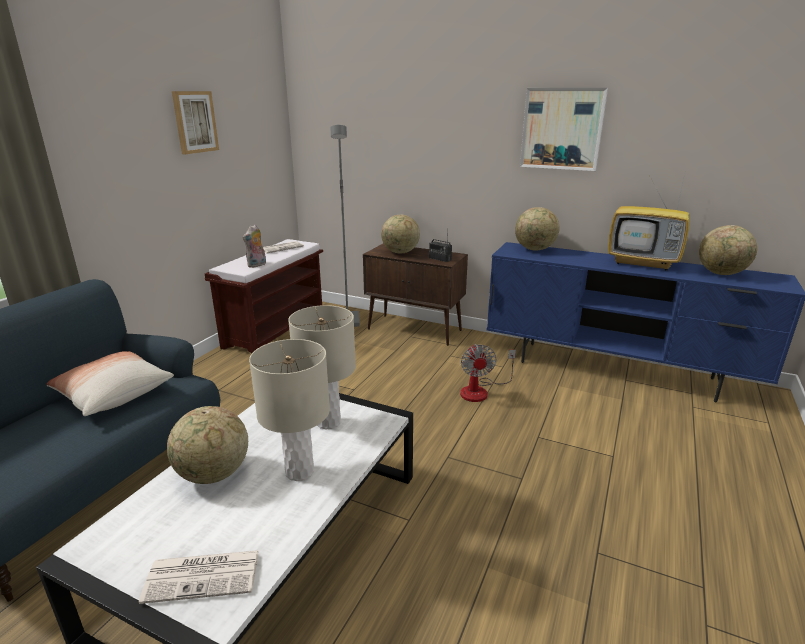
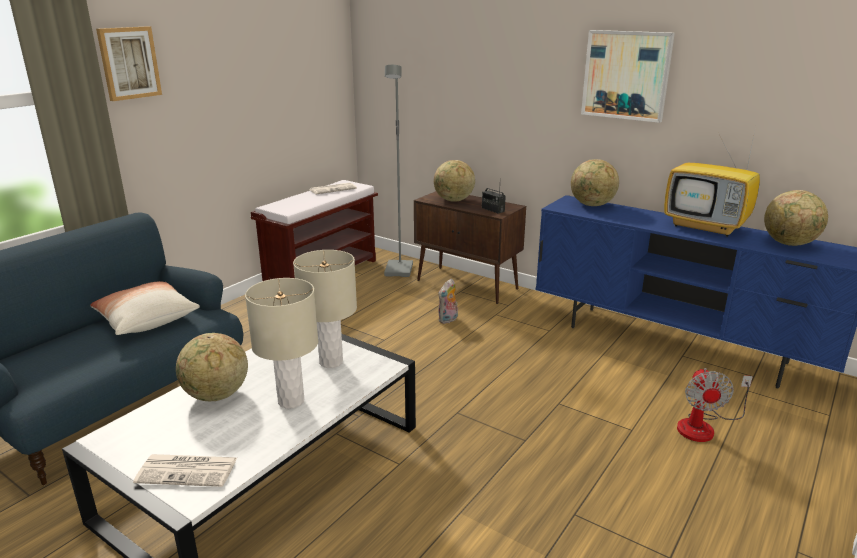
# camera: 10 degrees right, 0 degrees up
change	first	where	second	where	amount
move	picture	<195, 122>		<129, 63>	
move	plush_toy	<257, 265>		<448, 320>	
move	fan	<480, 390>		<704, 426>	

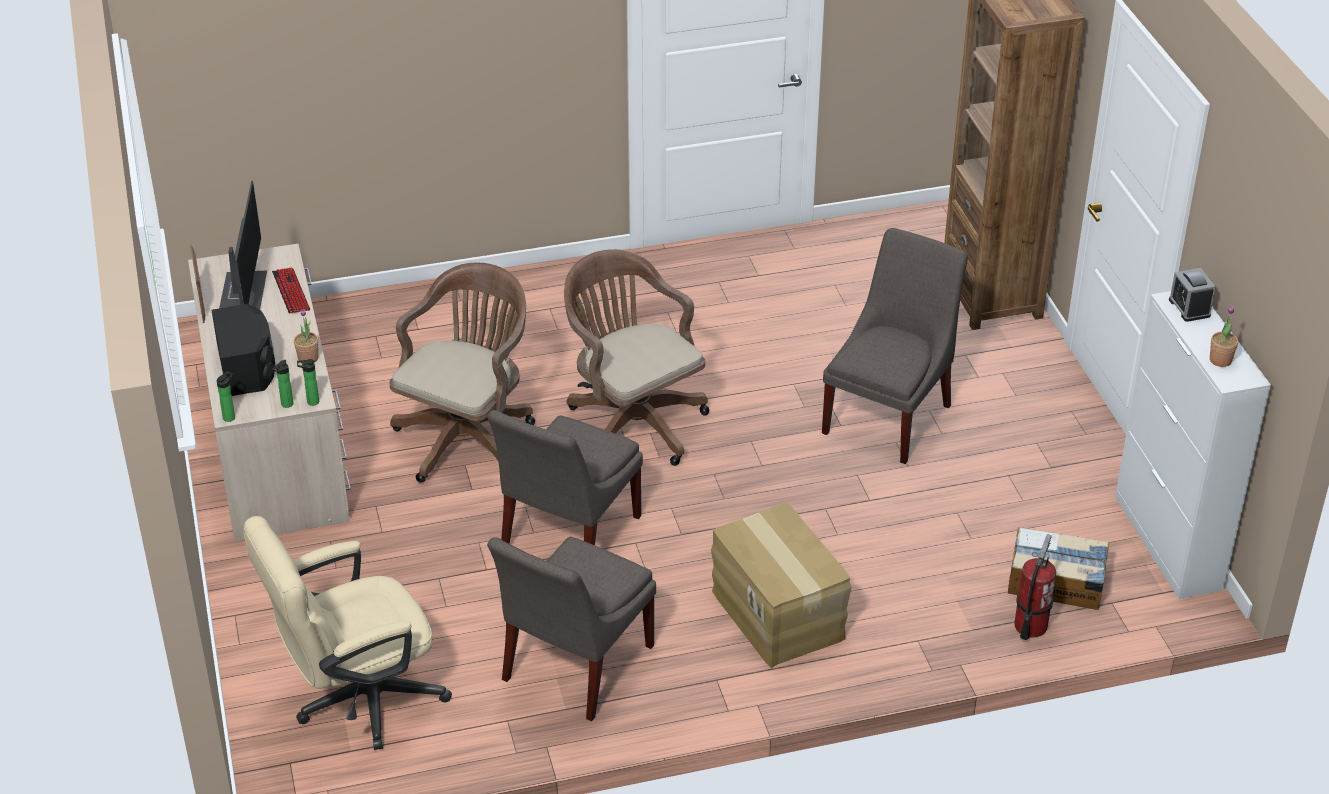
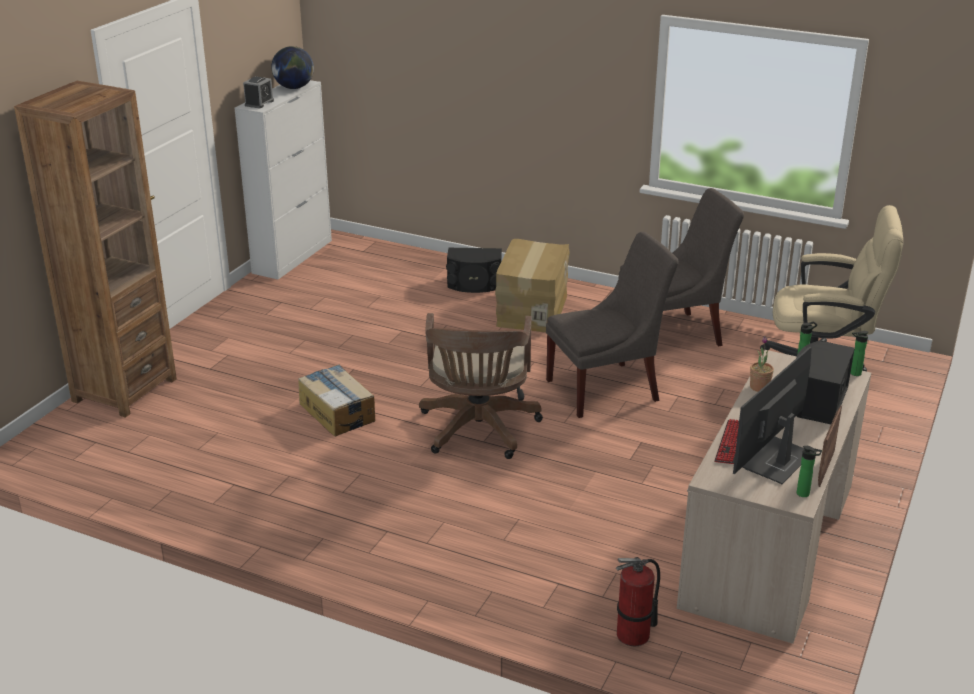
# camera: 140 degrees left, 10 degrees down
change	first	where	second	where	amount
replace	potted_plant	<1220, 360>	globe	<294, 88>	
move	cardboard_box	<1057, 582>		<337, 412>	
insert			black_speaker	<474, 284>	
move	fire_extinguisher	<1030, 626>		<633, 635>	
move	bottle	<311, 402>		<805, 494>	
delete	brown_office_chair	<468, 436>			
delete	grey_chair	<890, 415>			

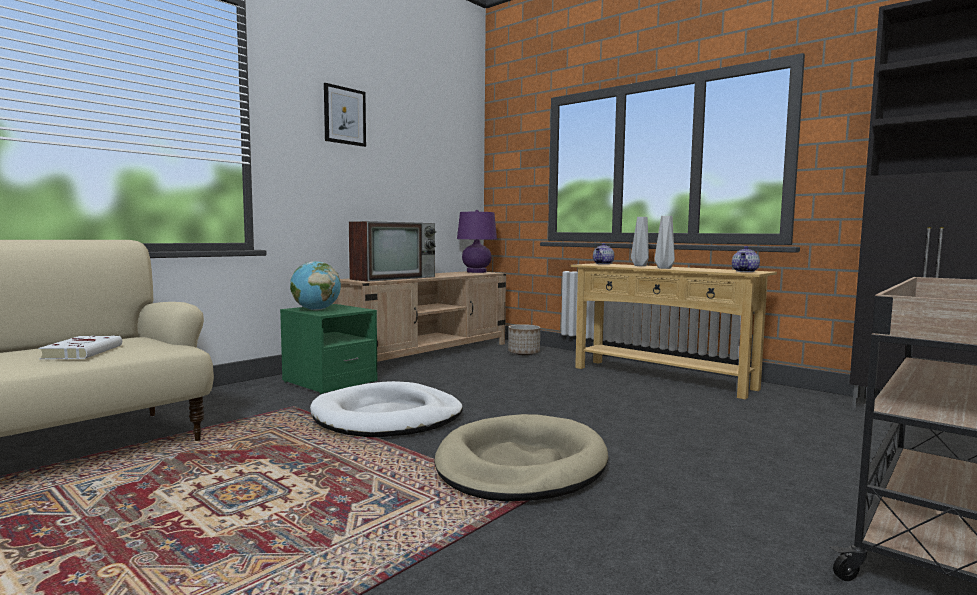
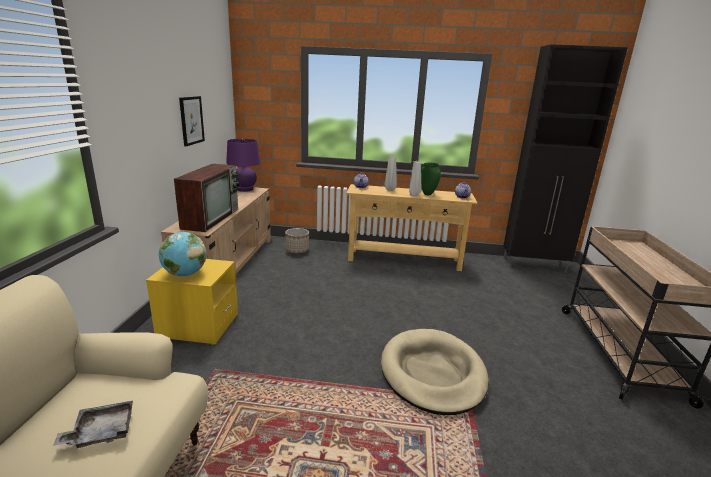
# camera: 35 degrees left, 15 degrees up
change	first	where	second	where	amount
replace	white_book	<83, 352>	grey_tray	<101, 432>	
recolor	green_nightstand	<329, 382>	yellow_nightstand	<198, 326>	
move	picture	<344, 116>		<191, 120>	
insert			green_vase	<427, 194>	
delete	white_dog_bed	<388, 417>			

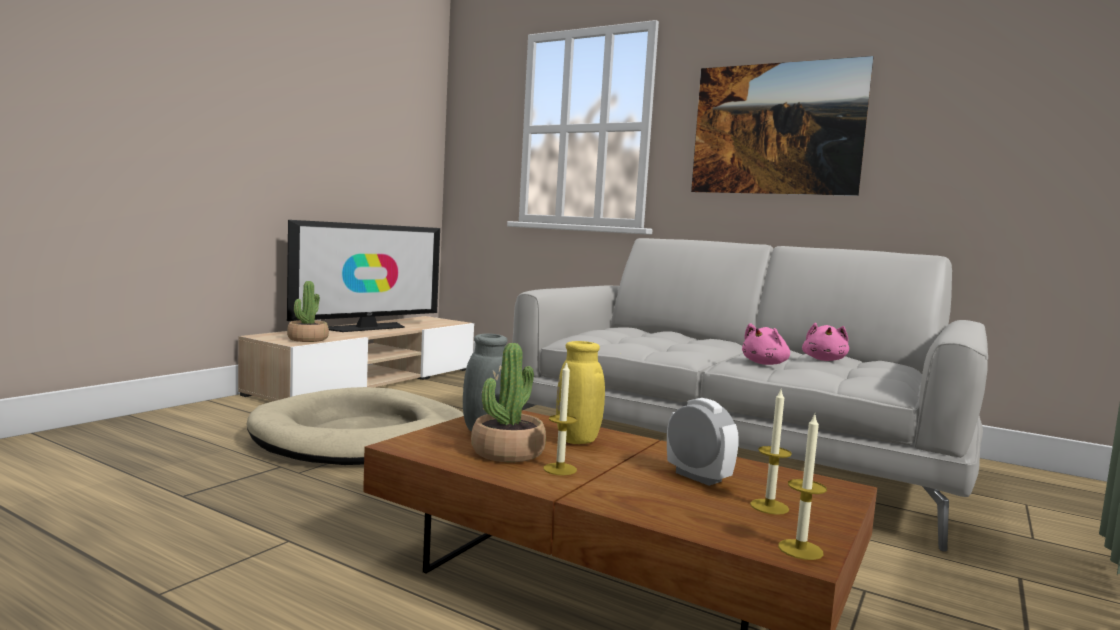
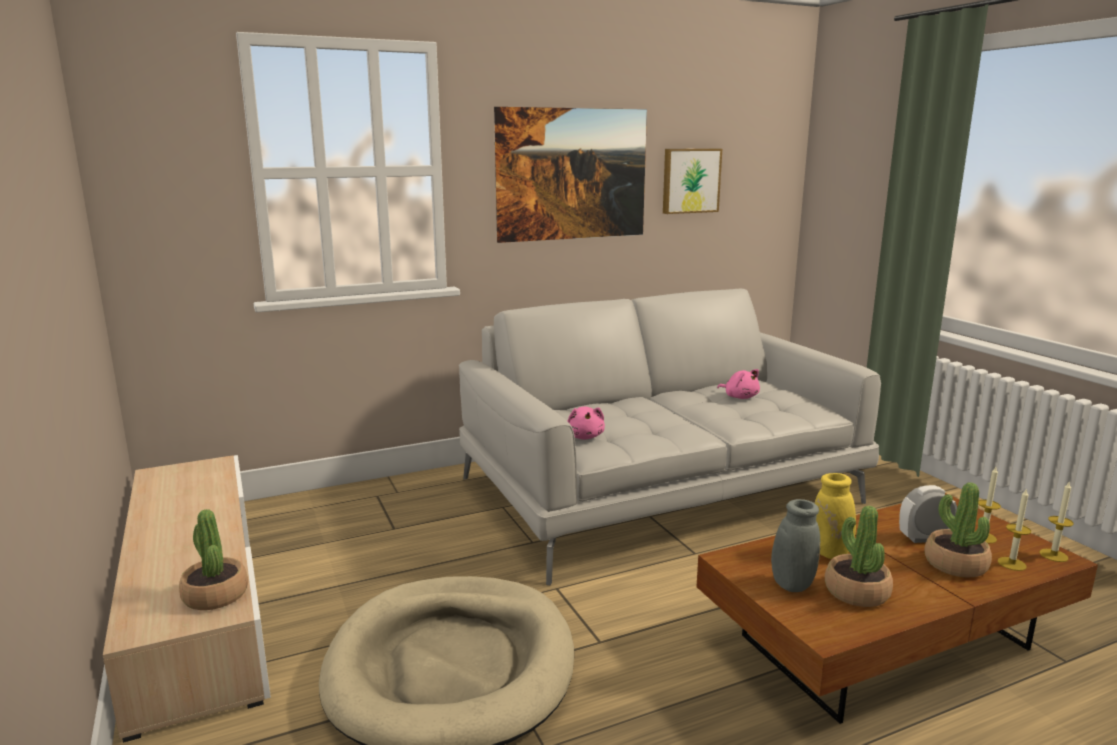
# camera: 55 degrees left, 10 degrees up
change	first	where	second	where	amount
move	pink_plush_toy	<766, 364>		<584, 436>	
insert			picture	<690, 180>	
insert			potted_plant	<955, 564>	
move	candle	<560, 469>		<1011, 564>	
delete	television	<366, 328>			

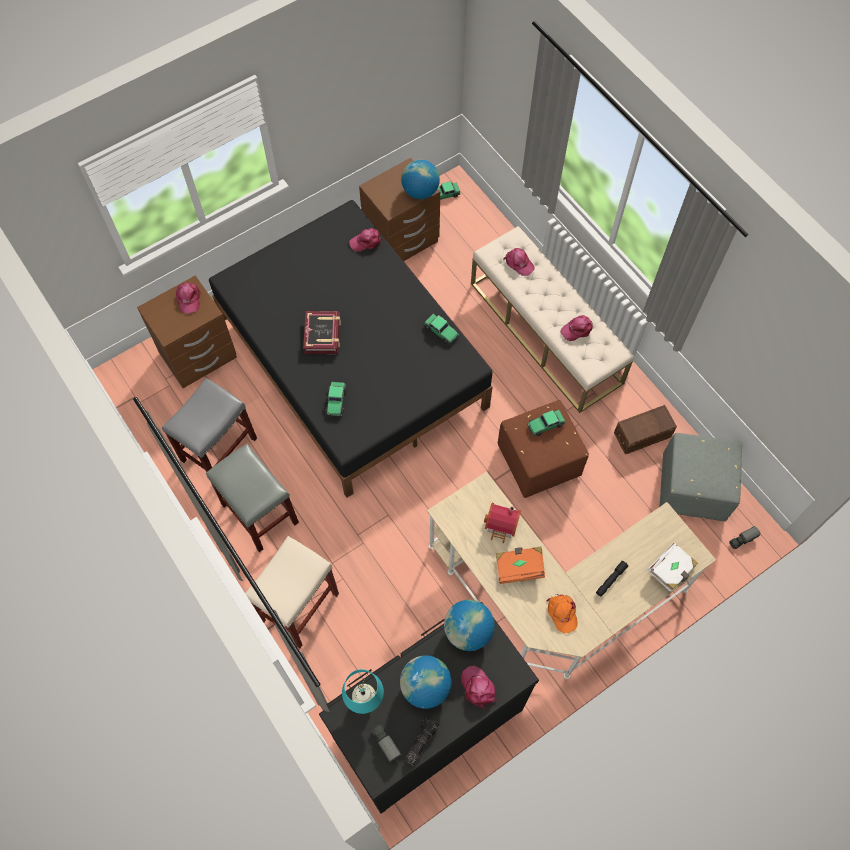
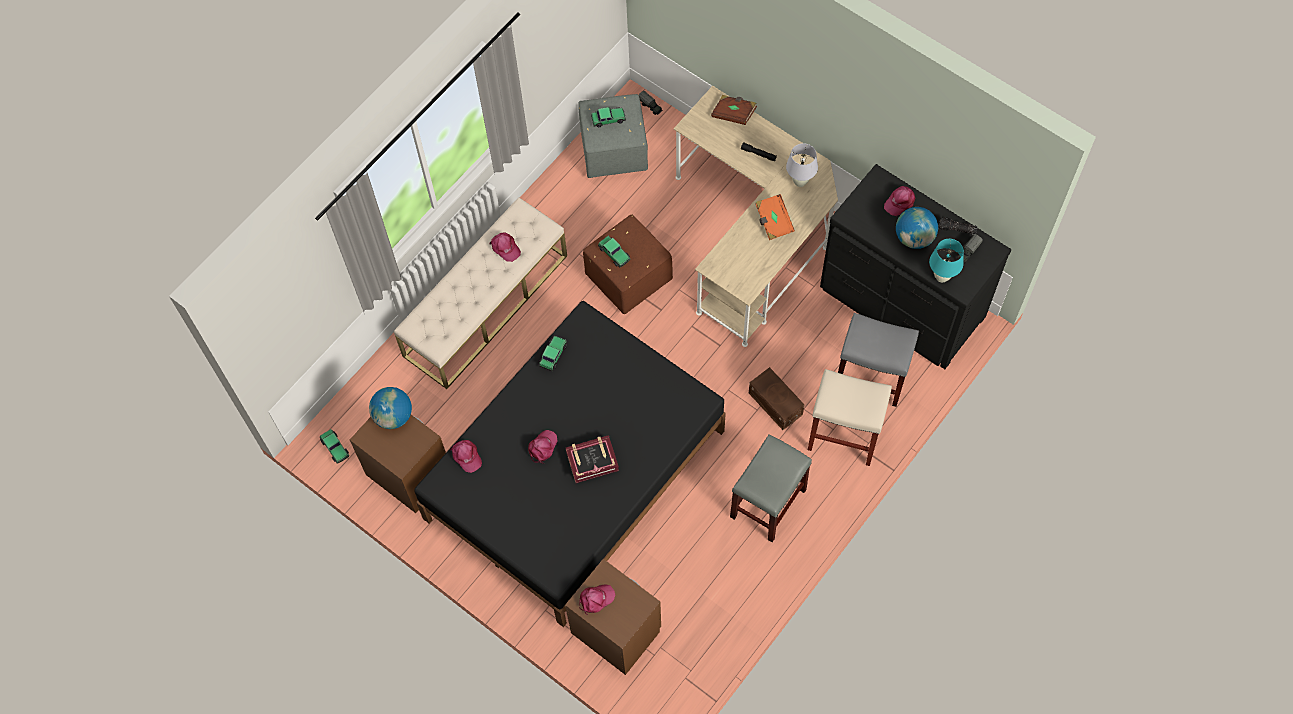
# camera: 105 degrees left, 0 degrees up
change	first	where	second	where	amount
move	pink_cap	<518, 263>		<542, 447>	
move	toy_car	<336, 401>		<608, 119>	
recolor	white_book	<671, 570>	brown_book	<734, 114>	
move	brown_storage_box	<643, 435>		<775, 403>	
replace	orange_cap	<562, 613>	white_table_lamp	<800, 182>	
move	grey_stool	<219, 448>		<870, 377>	
delete	globe	<468, 631>			
delete	toy_house	<502, 526>			

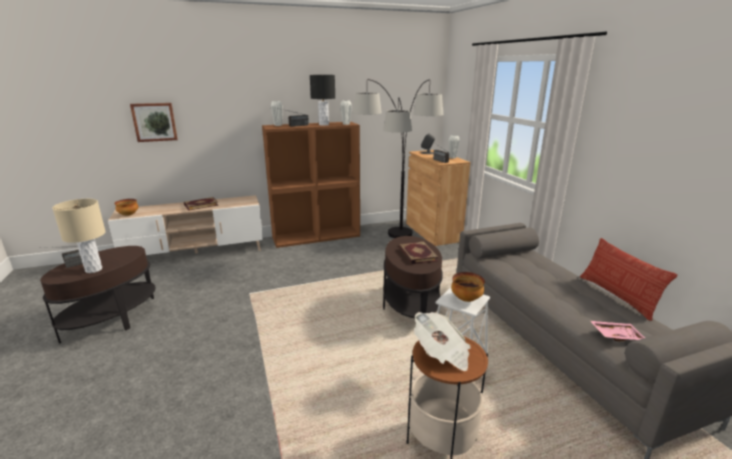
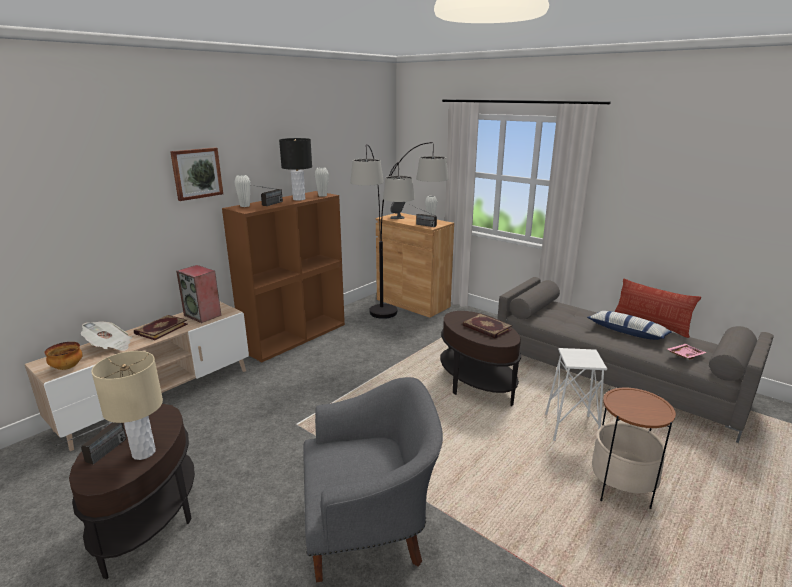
# camera: 30 degrees left, 0 degrees up
change	first	where	second	where	amount
move	newspaper	<442, 353>		<110, 346>	
move	picture	<154, 122>		<196, 173>	
insert			speaker	<203, 315>	
insert			grey_armchair	<369, 528>	
insert			pillow	<627, 332>	
delete	bowl	<466, 299>			

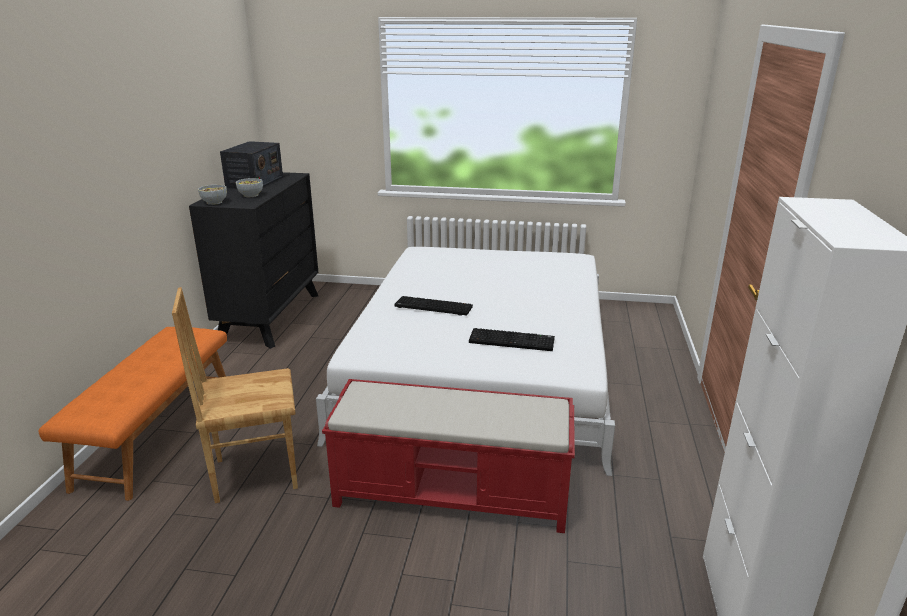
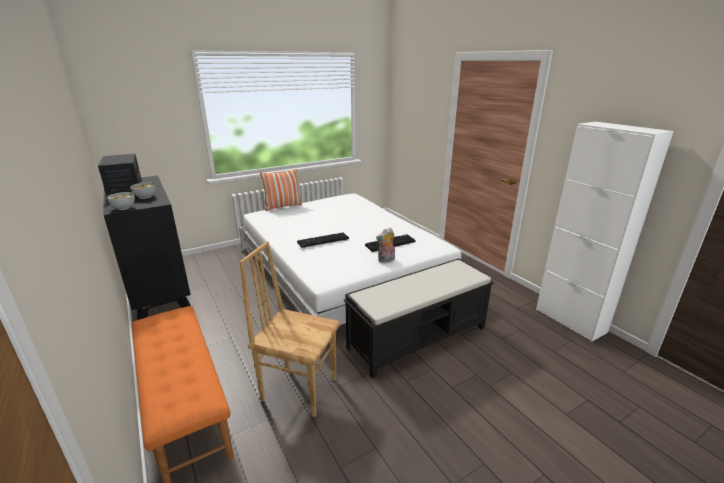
# camera: 40 degrees left, 0 degrees up
change	first	where	second	where	amount
rotate	brown_chair	<255, 473>		<299, 388>	75 degrees clockwise
insert			pillow	<283, 206>	
recolor	red_bench	<453, 493>	black_bench	<418, 337>	
insert			plush_toy	<386, 260>	

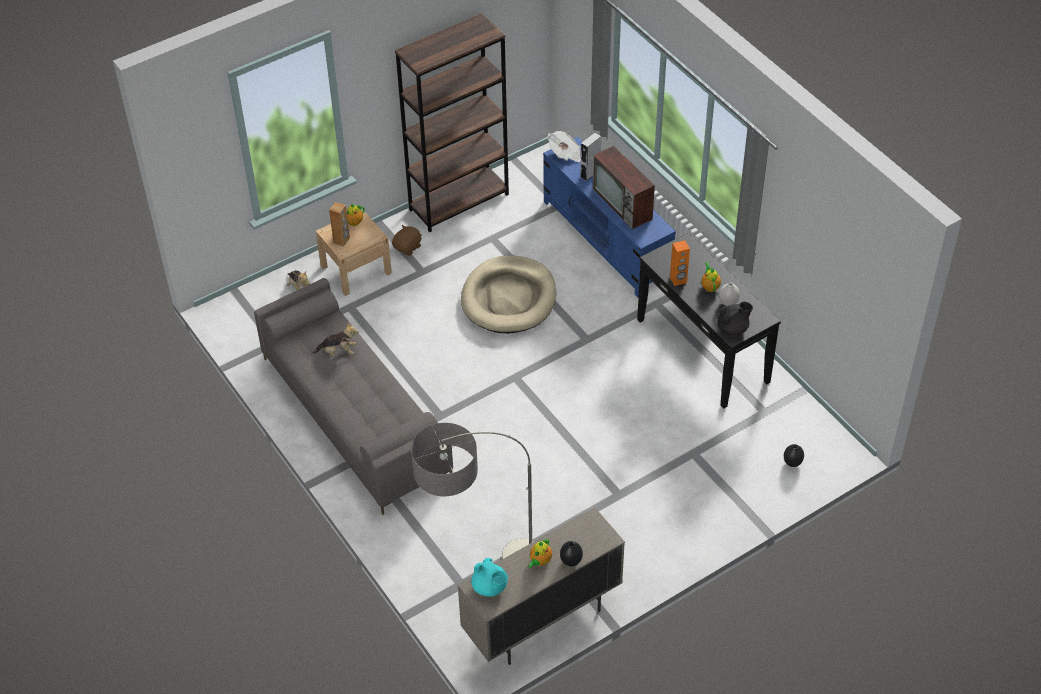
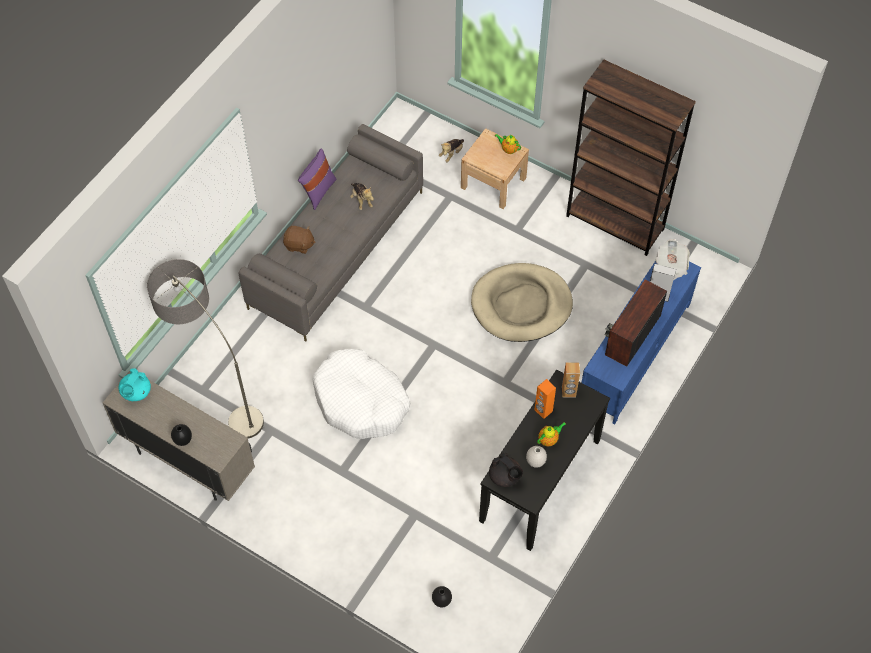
# camera: 65 degrees right, 10 degrees up
change	first	where	second	where	amount
move	brown_plush_toy	<408, 247>		<299, 245>	
insert			purple_pillow	<318, 191>	
insert			white_dog_bed	<361, 401>	
move	brown_speaker	<342, 240>		<568, 392>	
delete	teapot	<540, 561>			

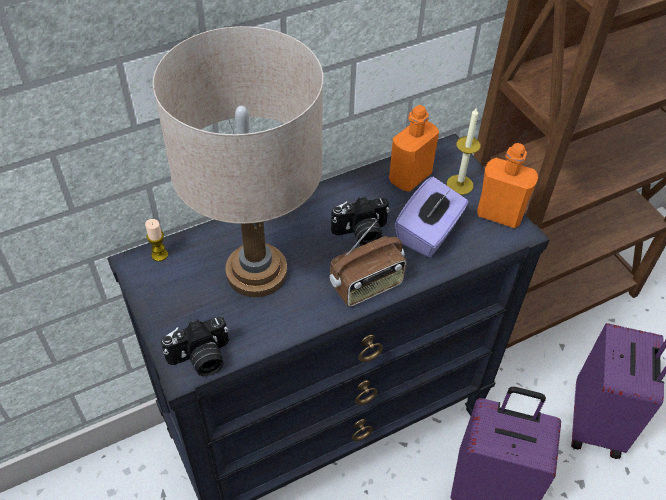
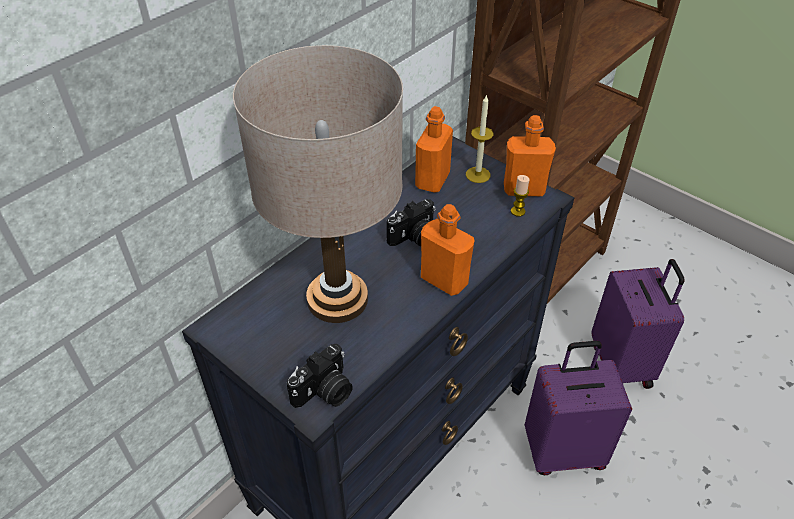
# camera: 20 degrees left, 5 degrees down
change	first	where	second	where	amount
replace	radio	<367, 286>	orange_bottle	<444, 280>	
move	candle	<159, 255>		<517, 211>	
delete	purple_tissue_box	<429, 233>			

